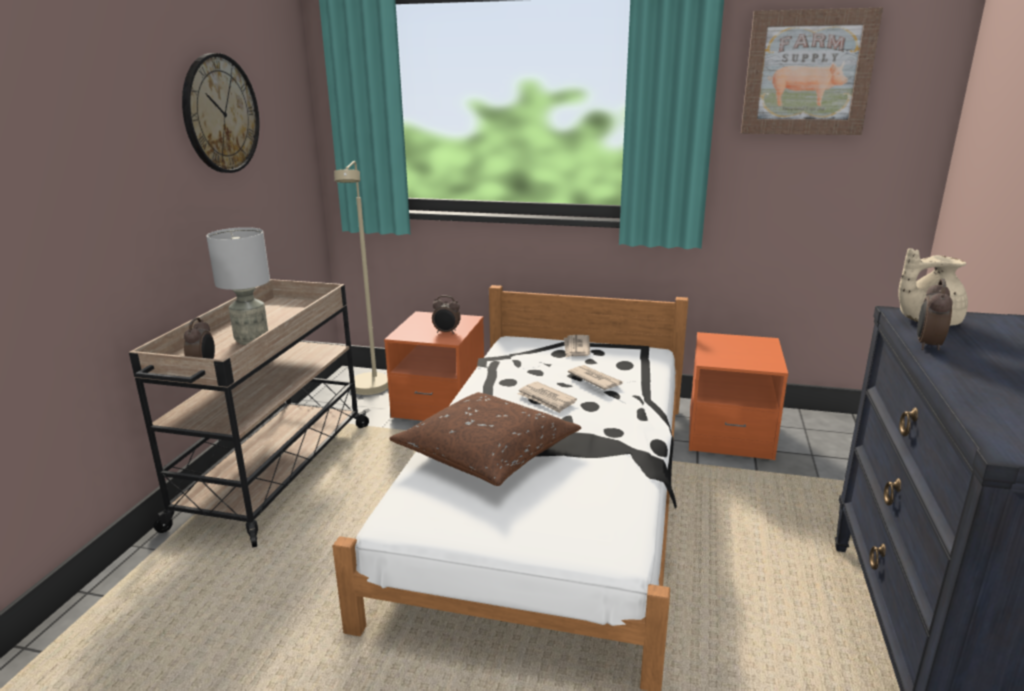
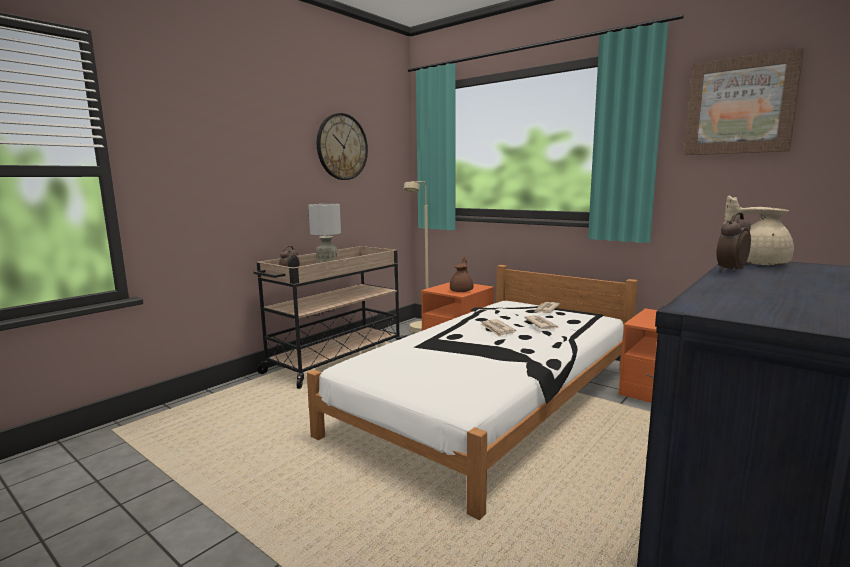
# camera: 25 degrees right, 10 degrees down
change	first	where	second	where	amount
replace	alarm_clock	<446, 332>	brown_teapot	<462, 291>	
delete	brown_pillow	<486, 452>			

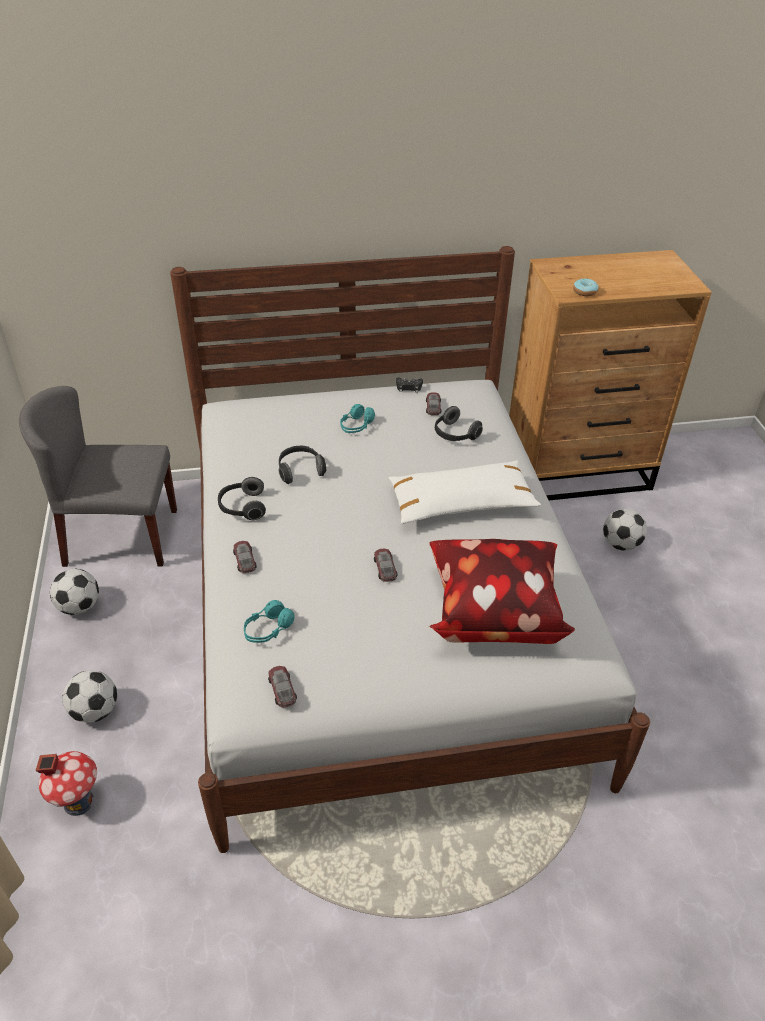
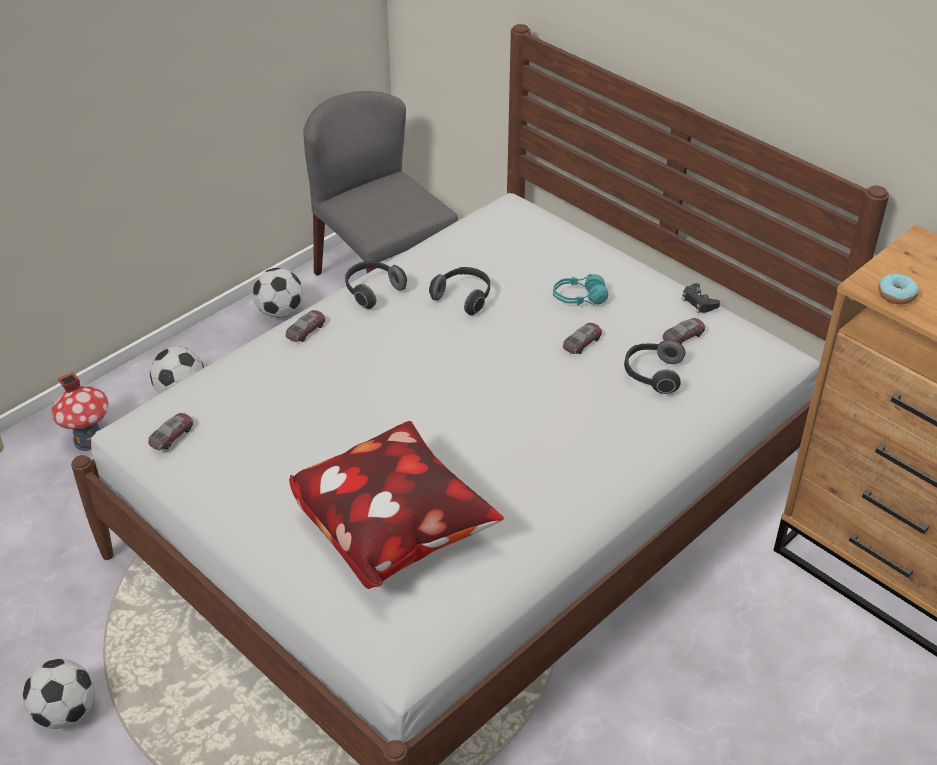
# camera: 55 degrees right, 0 degrees up
change	first	where	second	where	amount
move	football	<620, 544>		<66, 712>	
move	toy_car	<385, 568>		<582, 342>	
delete	turquoise_headphones	<268, 629>			
delete	white_pillow	<461, 503>			

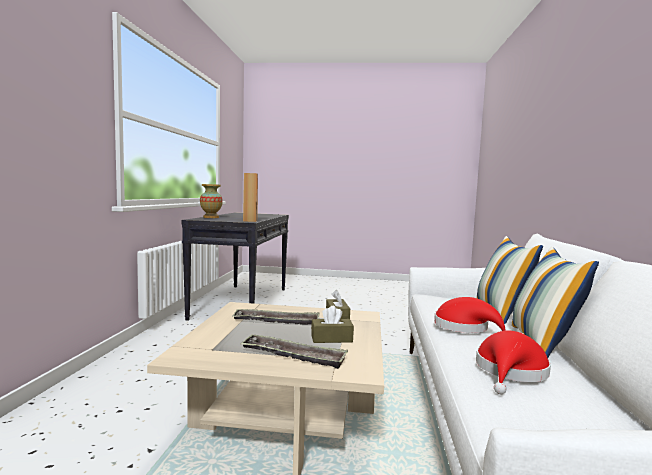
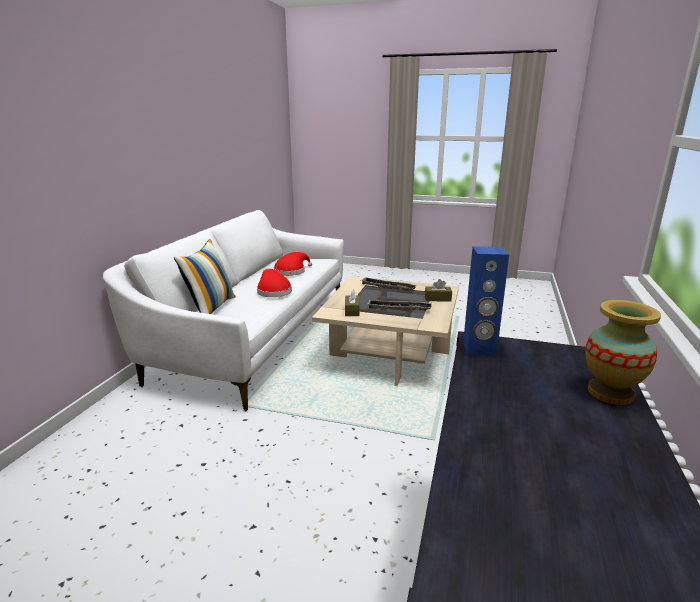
# camera: 170 degrees left, 15 degrees up
change	first	where	second	where	amount
move	brown_tissue_box	<331, 338>		<437, 299>	
recolor	brown_speaker	<250, 221>	blue_speaker	<479, 349>	
delete	pillow	<543, 343>			

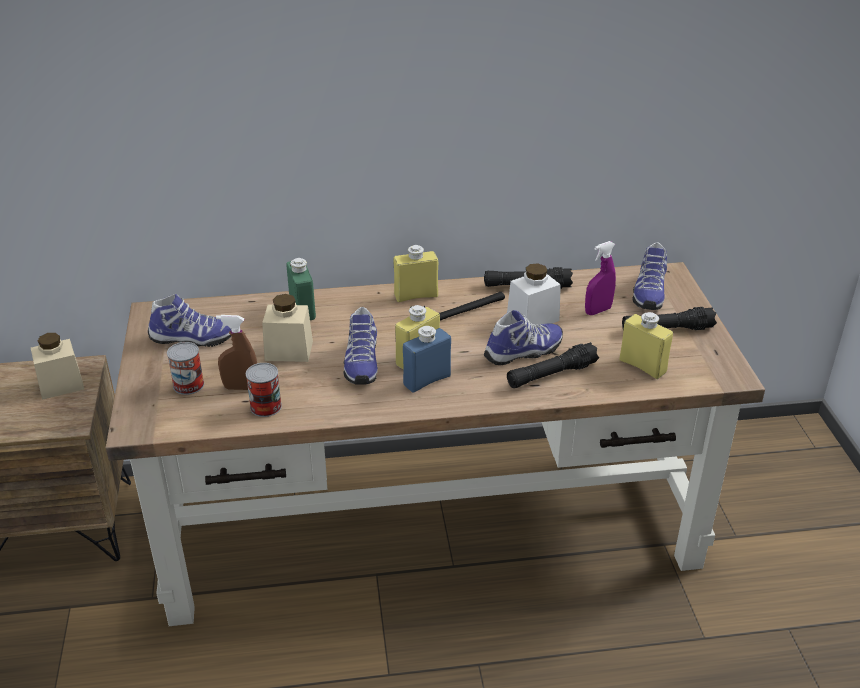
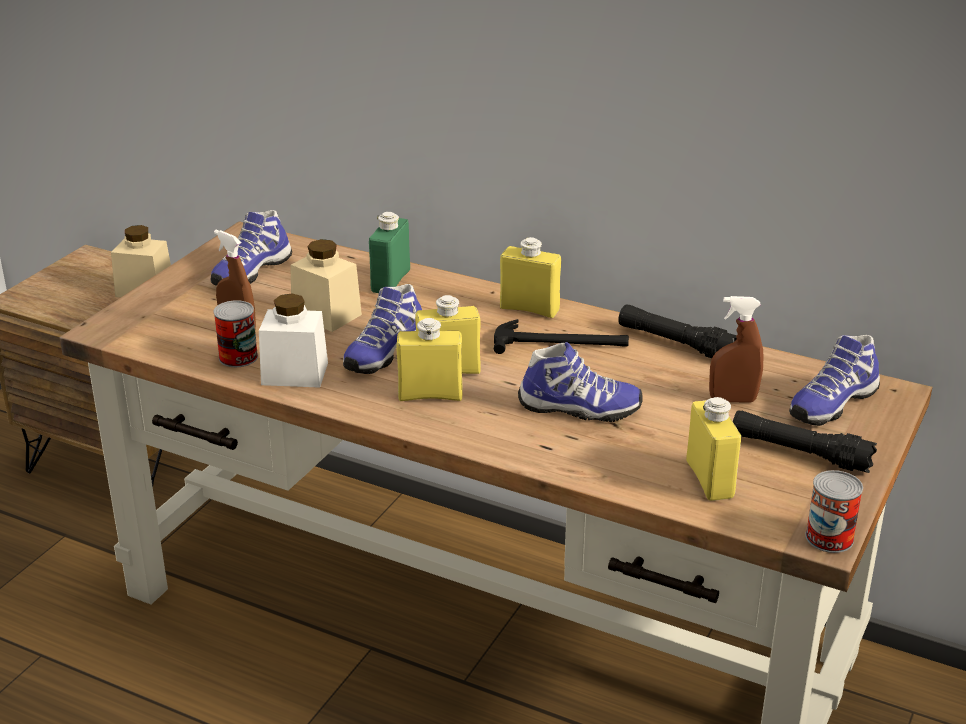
# camera: 35 degrees right, 5 degrees down
change	first	where	second	where	amount
rotate	shoe	<192, 339>		<250, 272>	90 degrees clockwise
move	white_jar	<532, 318>		<295, 374>	
recolor	blue_bottle	<427, 380>	yellow_bottle	<430, 395>	
recolor	purple_spray_bottle	<598, 311>	brown_spray_bottle	<732, 400>	
move	can	<188, 385>		<829, 538>	
delete	black_flashlight	<551, 375>			

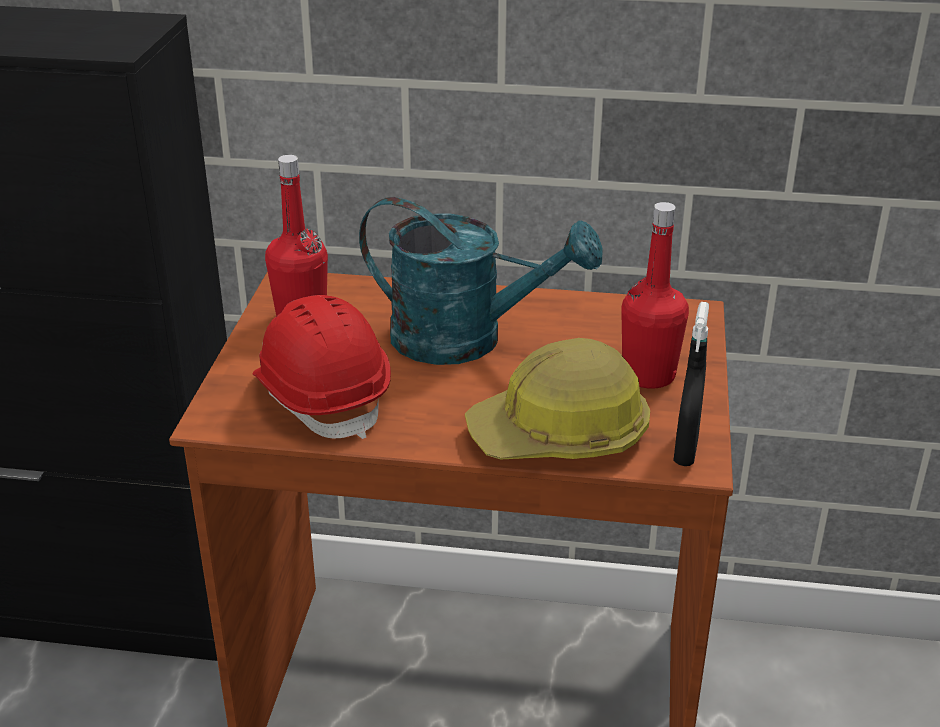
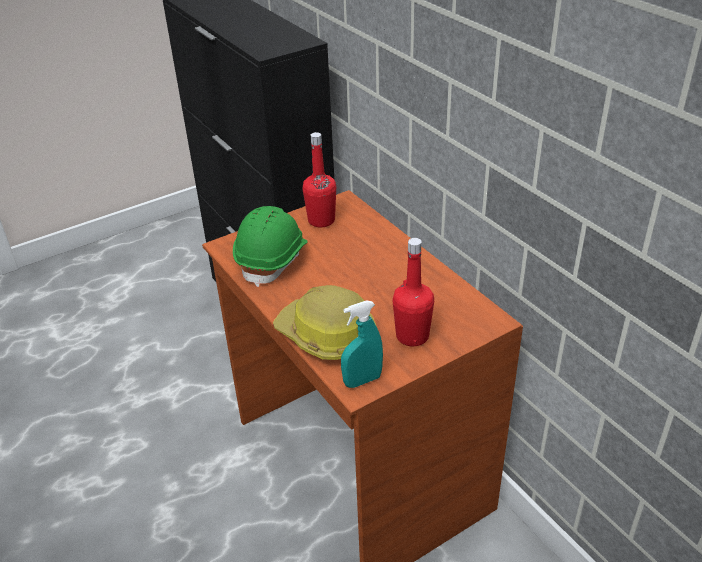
# camera: 50 degrees right, 5 degrees up
change	first	where	second	where	amount
recolor	red_hard_hat	<322, 396>	green_hard_hat	<273, 259>	
recolor	black_spray_bottle	<685, 451>	turquoise_spray_bottle	<362, 380>	
delete	turquoise_watering_can	<466, 340>			

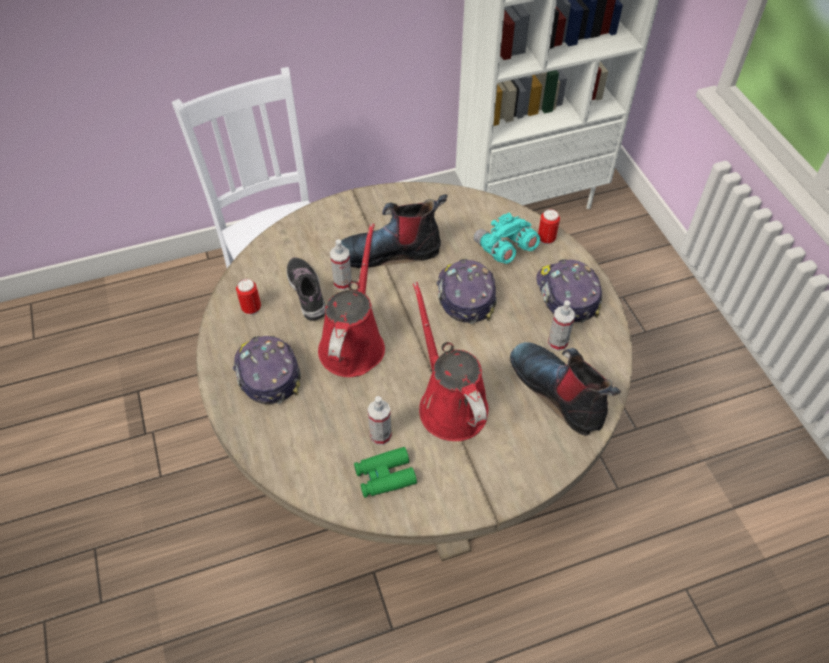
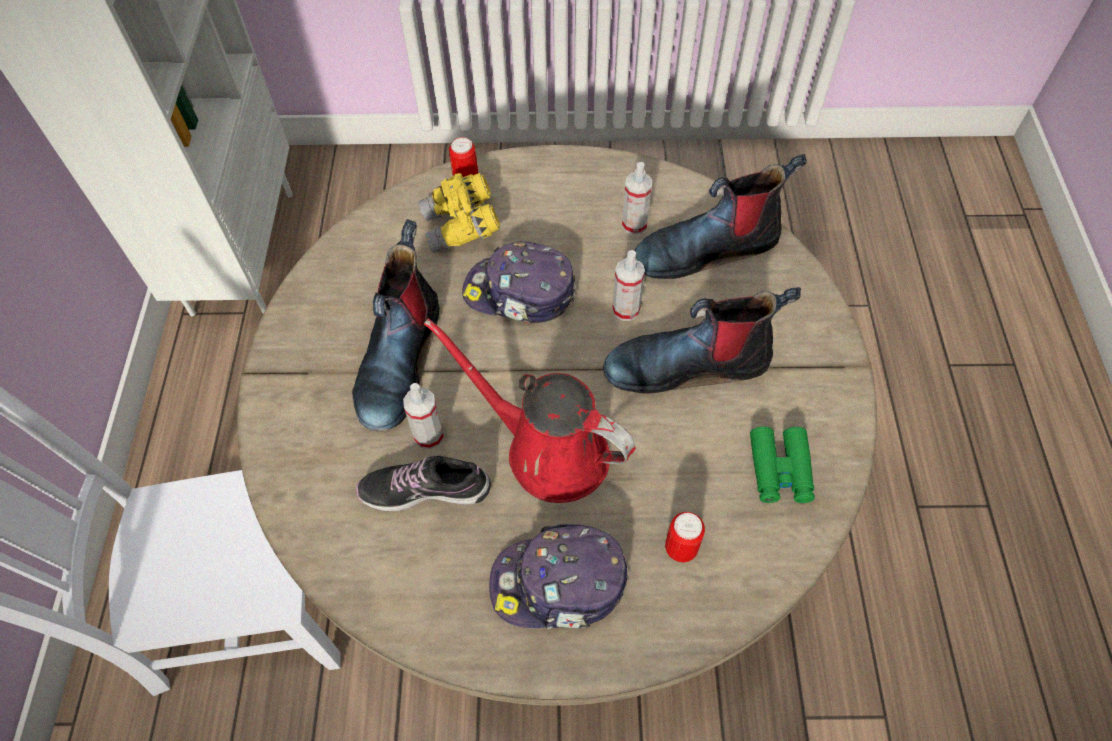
# camera: 70 degrees left, 5 degrees up
change	first	where	second	where	amount
recolor	turquoise_binoculars	<504, 249>	yellow_binoculars	<461, 227>	
replace	red_watering_can	<449, 403>	boot	<689, 364>	
move	spray_bottle	<380, 435>		<626, 309>	
move	can	<251, 308>		<681, 548>	
delete	cap	<566, 295>			

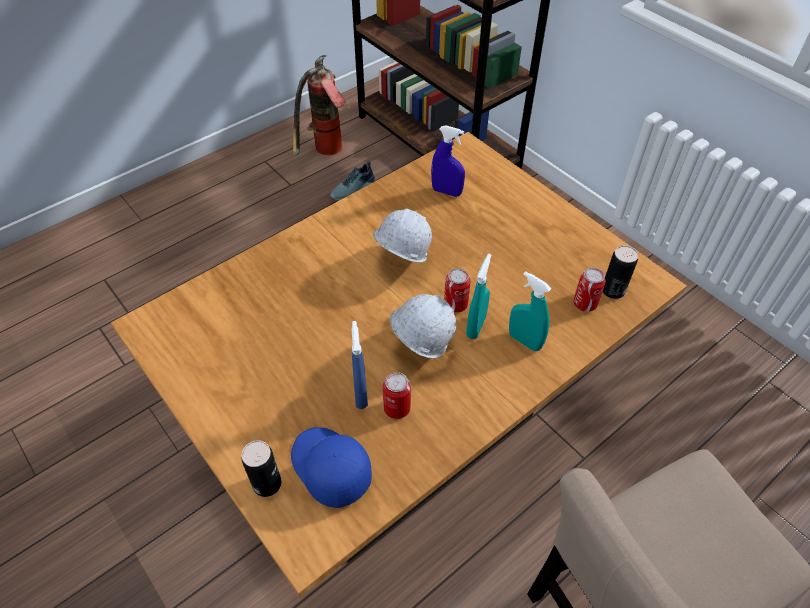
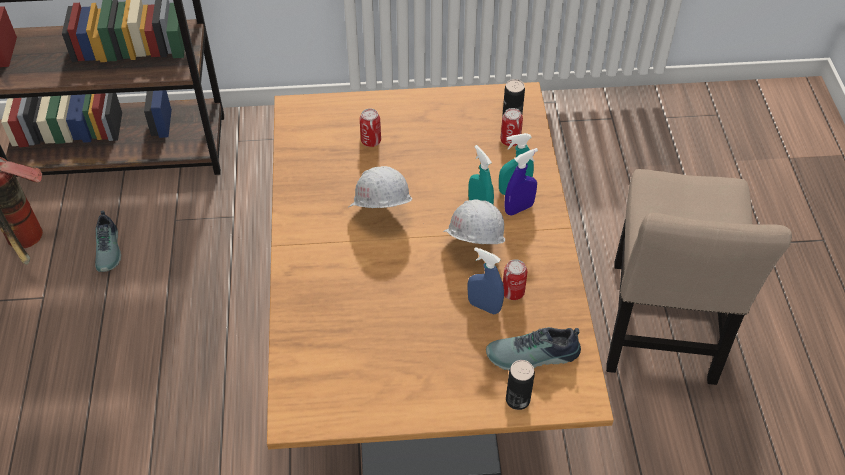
# camera: 55 degrees left, 0 degrees up
change	first	where	second	where	amount
move	can	<455, 304>		<371, 141>	
replace	blue_cap	<329, 469>	shoe	<533, 356>	
move	blue_spray_bottle	<446, 192>		<519, 208>	

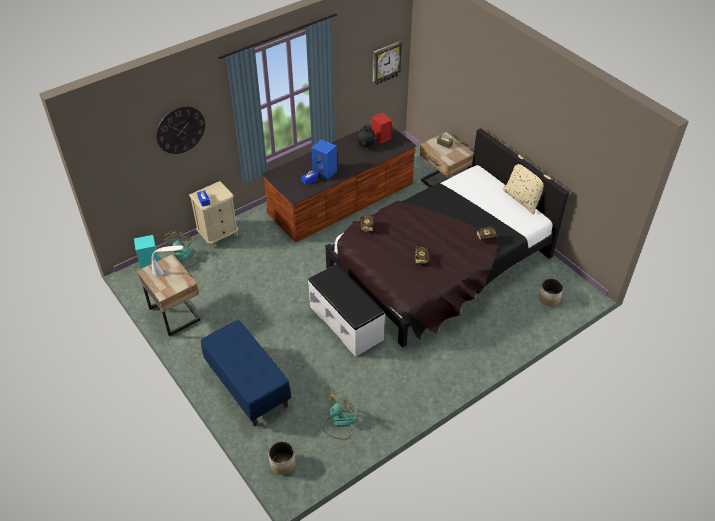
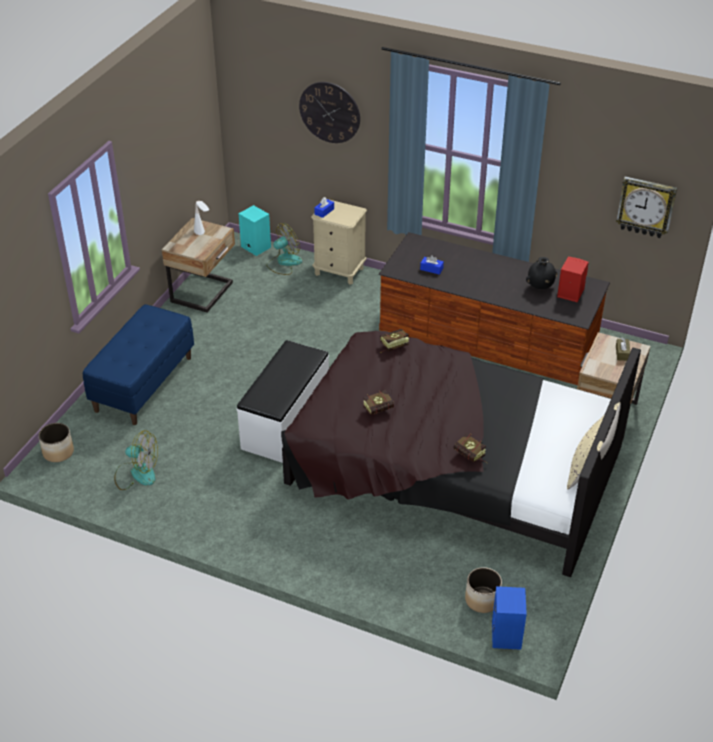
# camera: 60 degrees right, 5 degrees down
change	first	where	second	where	amount
move	blue_speaker	<325, 172>		<507, 636>	

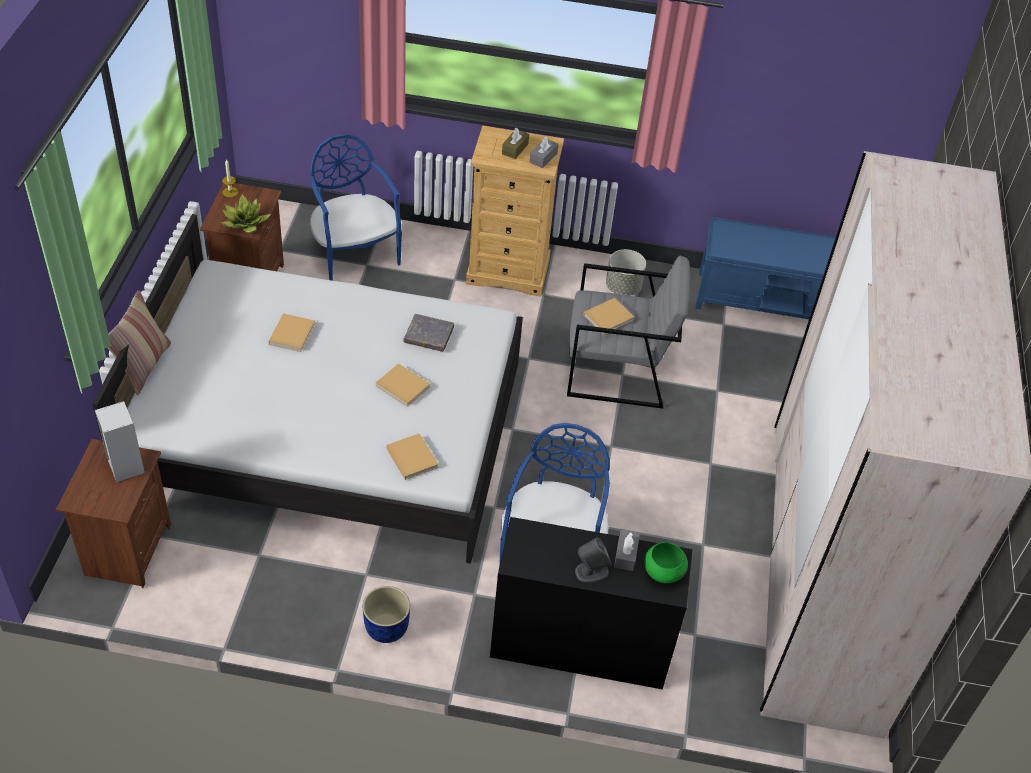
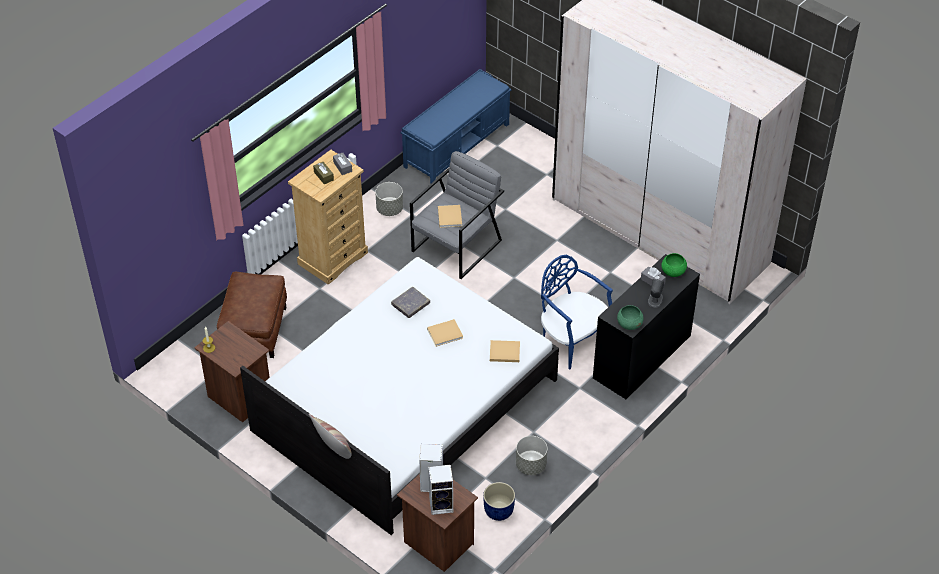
# camera: 55 degrees left, 0 degrees up
change	first	where	second	where	amount
replace	blue_chair	<354, 253>	brown_ottoman	<254, 330>	
insert			speaker	<442, 504>	
move	blue_planter	<385, 628>		<498, 511>	
insert			grey_planter	<531, 465>	
insert			green_bowl	<629, 324>	
delete	potted_plant	<245, 223>			
delete	beige_book	<292, 333>			

